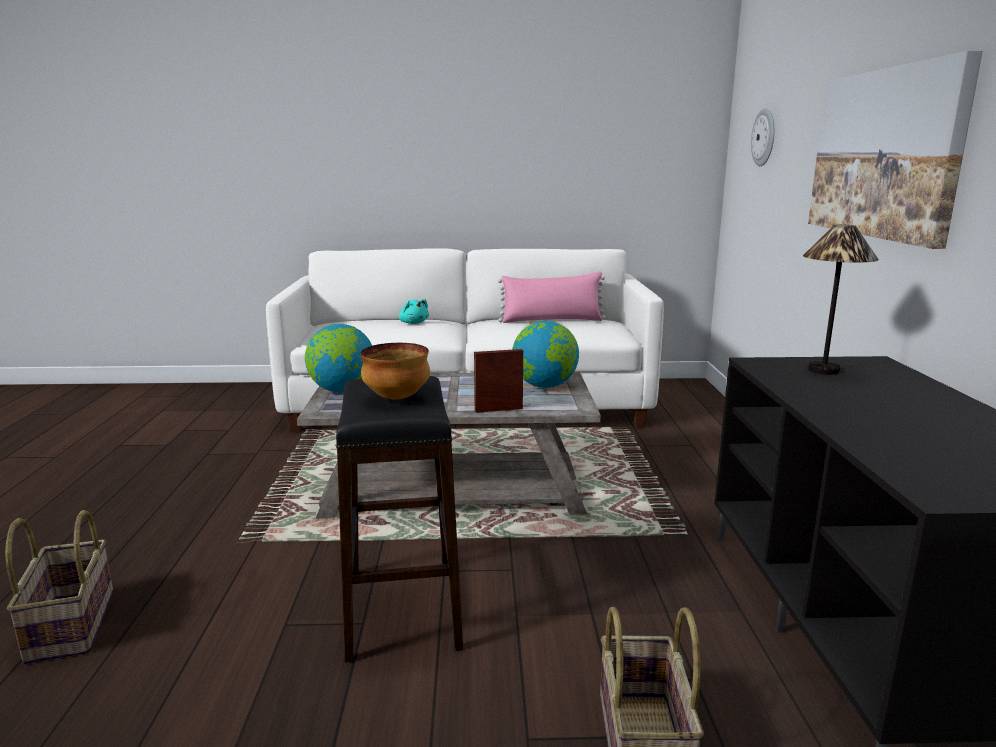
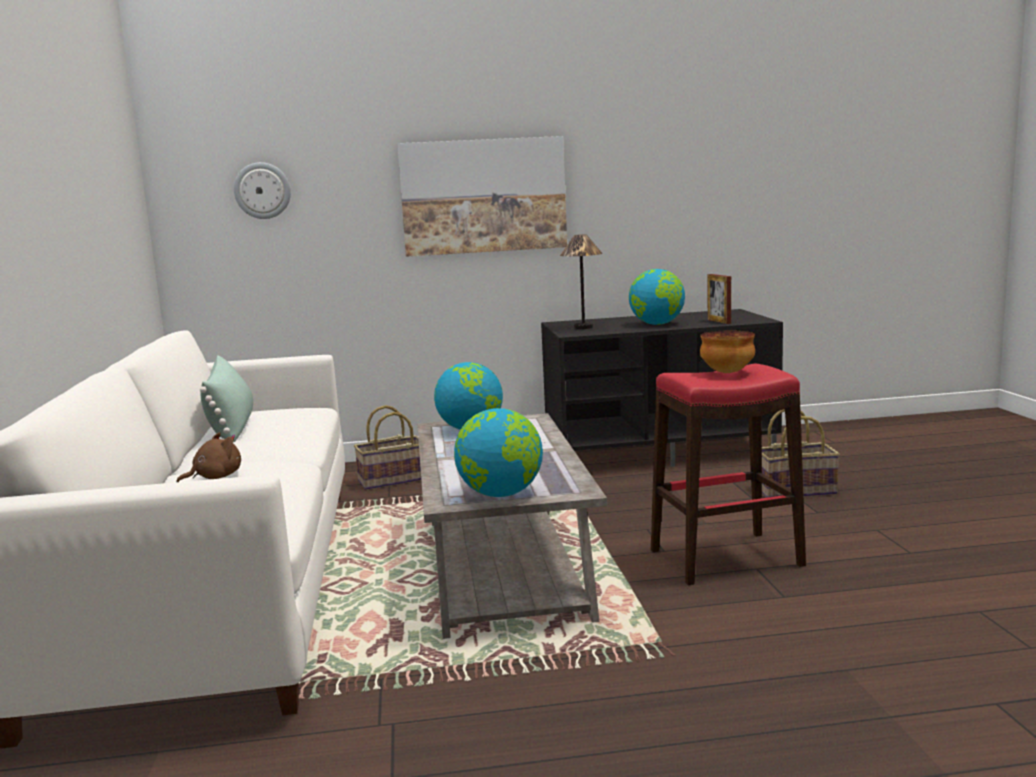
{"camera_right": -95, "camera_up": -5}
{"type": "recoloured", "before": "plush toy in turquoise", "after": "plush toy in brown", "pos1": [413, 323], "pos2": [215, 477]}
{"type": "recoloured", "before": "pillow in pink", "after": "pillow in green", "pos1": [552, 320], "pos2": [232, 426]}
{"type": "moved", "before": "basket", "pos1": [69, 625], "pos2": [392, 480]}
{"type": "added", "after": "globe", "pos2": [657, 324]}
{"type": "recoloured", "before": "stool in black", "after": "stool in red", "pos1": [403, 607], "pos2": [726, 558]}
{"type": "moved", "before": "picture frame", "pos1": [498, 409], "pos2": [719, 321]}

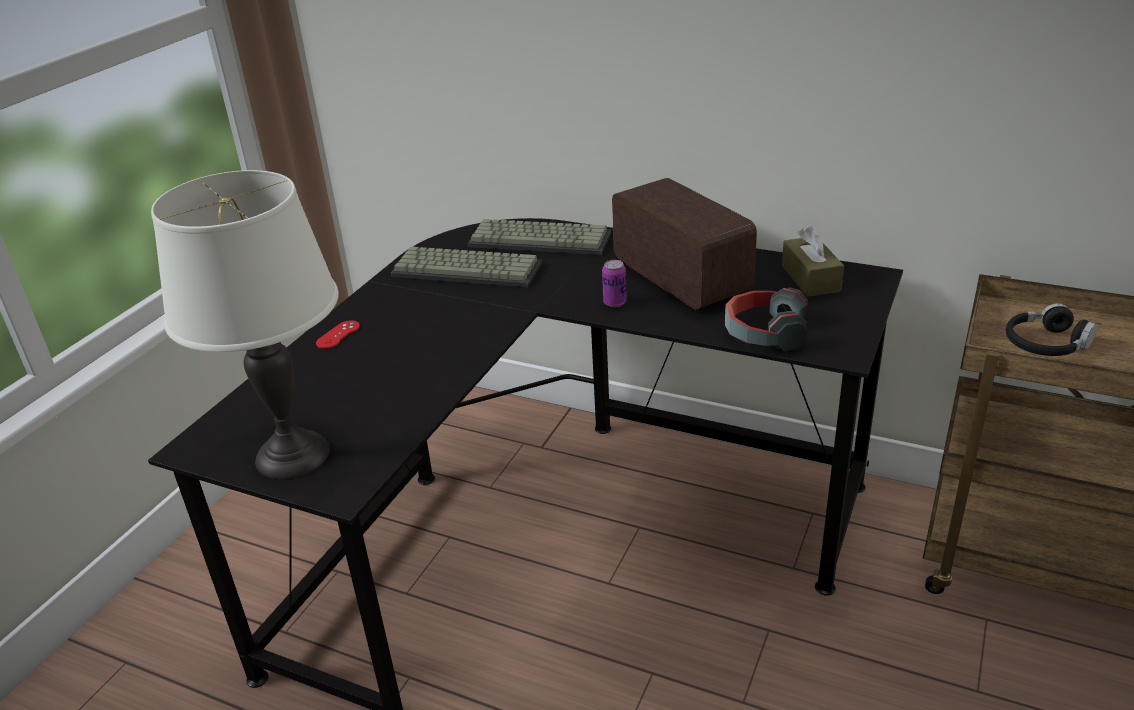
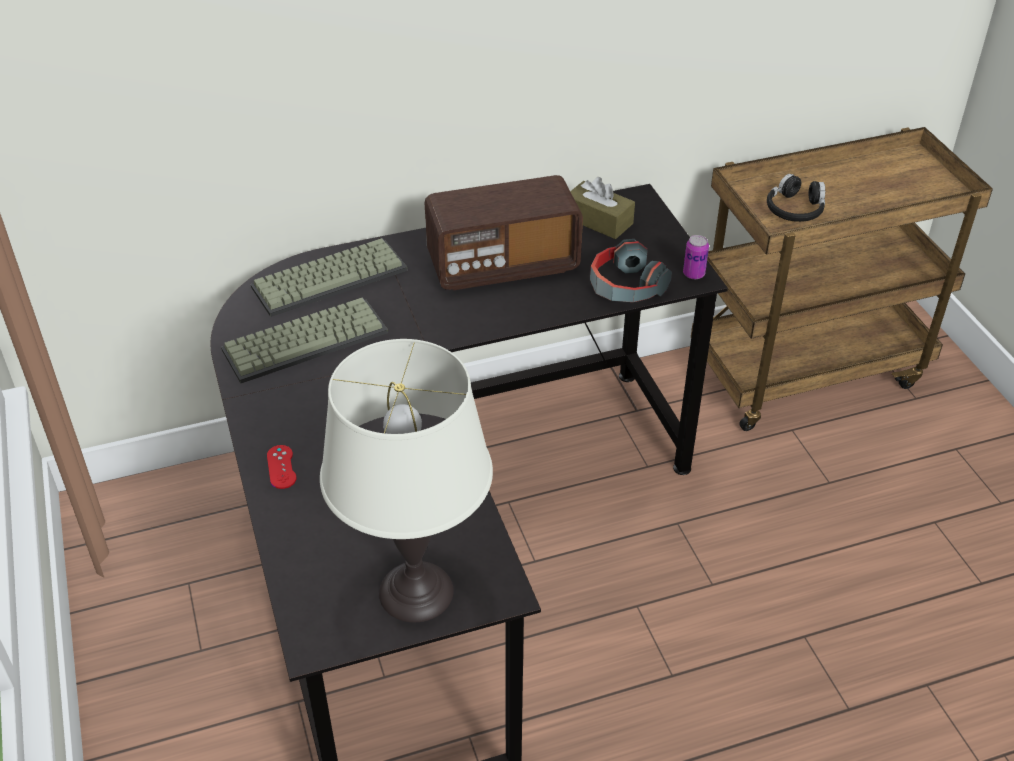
{"camera_right": -45, "camera_up": 10}
{"type": "turned", "before": "radio", "pos1": [680, 278], "pos2": [503, 265], "turn": 150}
{"type": "moved", "before": "can", "pos1": [615, 303], "pos2": [693, 274]}

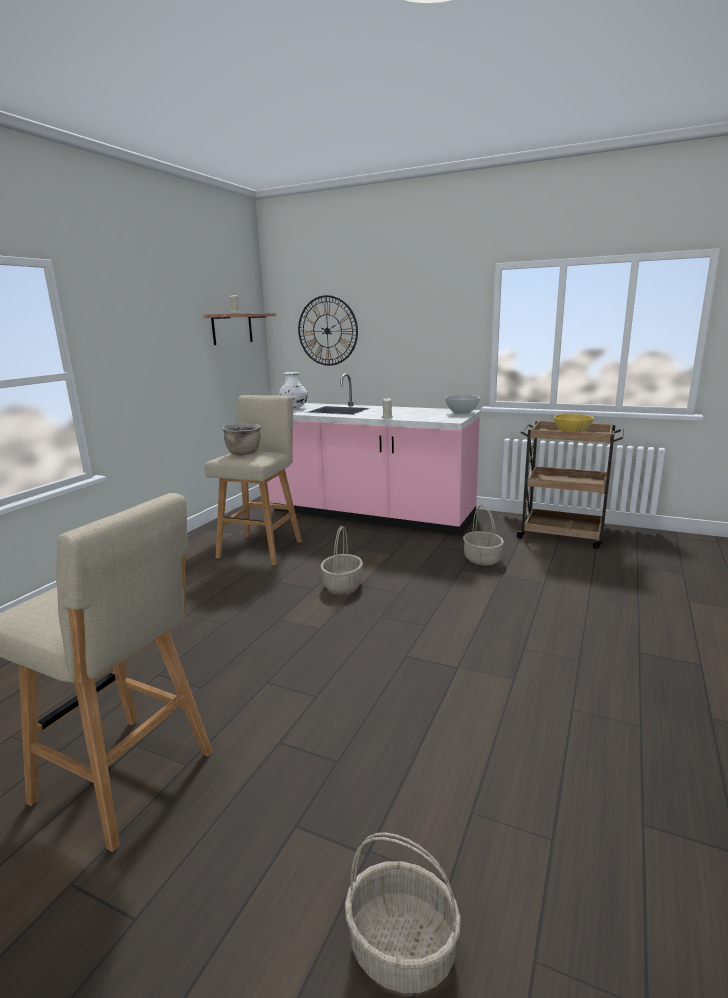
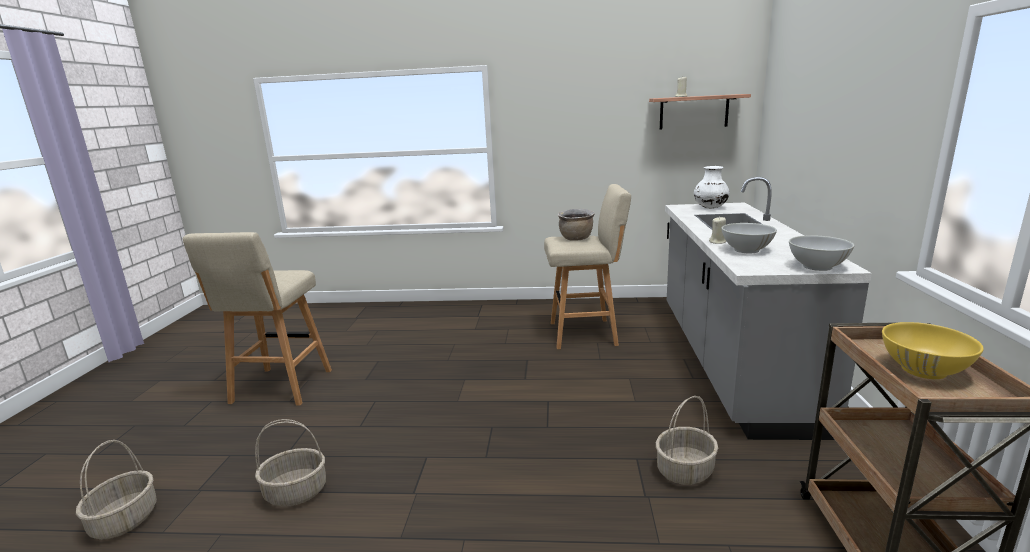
{"camera_right": 70, "camera_up": 0}
{"type": "moved", "before": "basket", "pos1": [342, 585], "pos2": [297, 491]}
{"type": "recoloured", "before": "counter in pink", "after": "counter in grey", "pos1": [369, 515], "pos2": [730, 361]}
{"type": "added", "after": "bowl in white", "pos2": [746, 250]}
{"type": "removed", "before": "wall clock", "pos1": [327, 331]}

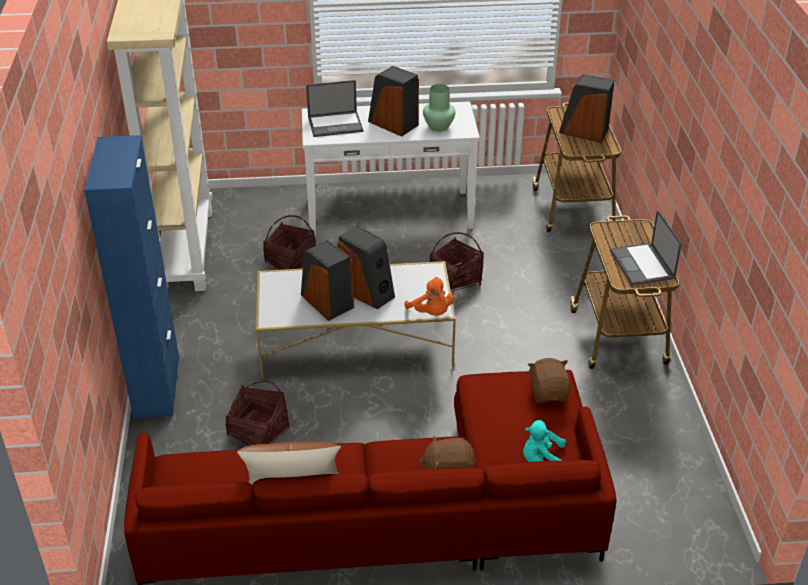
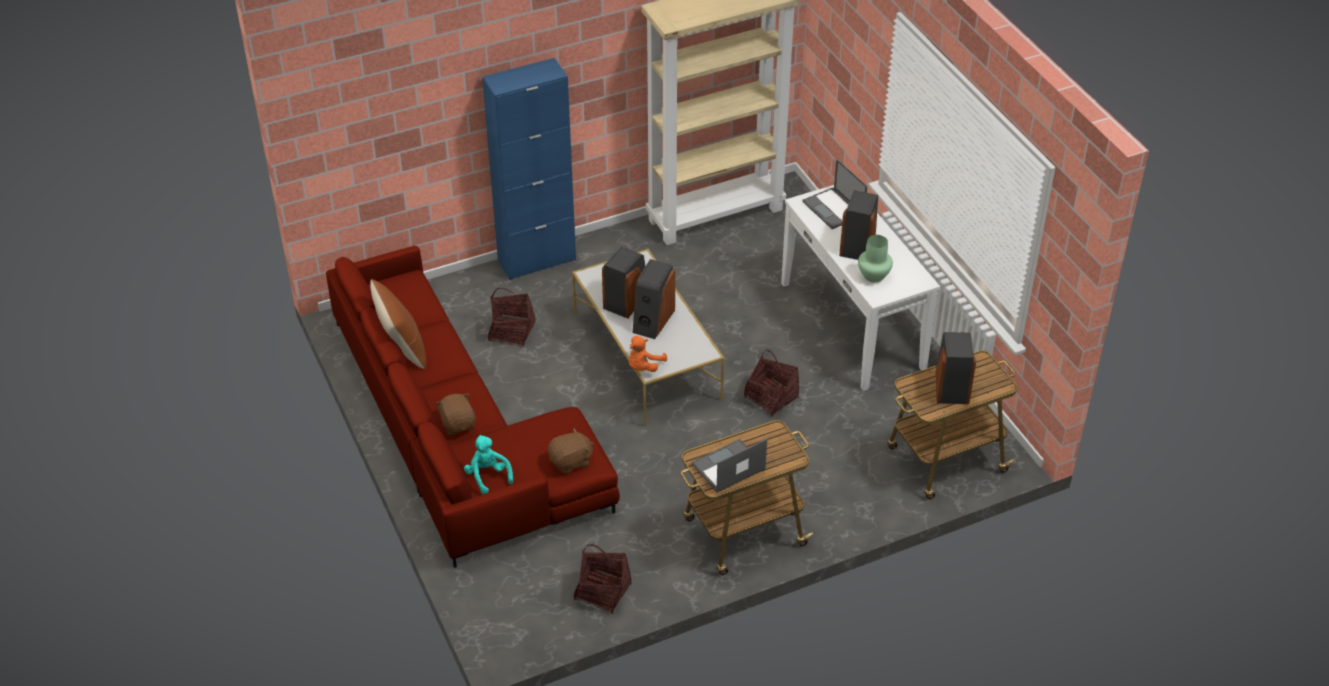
{"camera_right": 70, "camera_up": 5}
{"type": "moved", "before": "basket", "pos1": [291, 262], "pos2": [602, 592]}

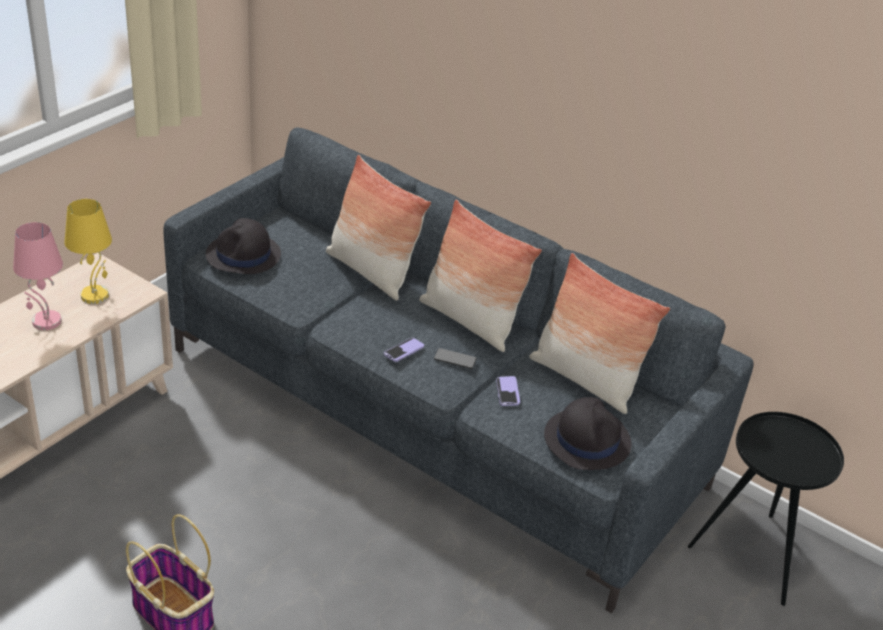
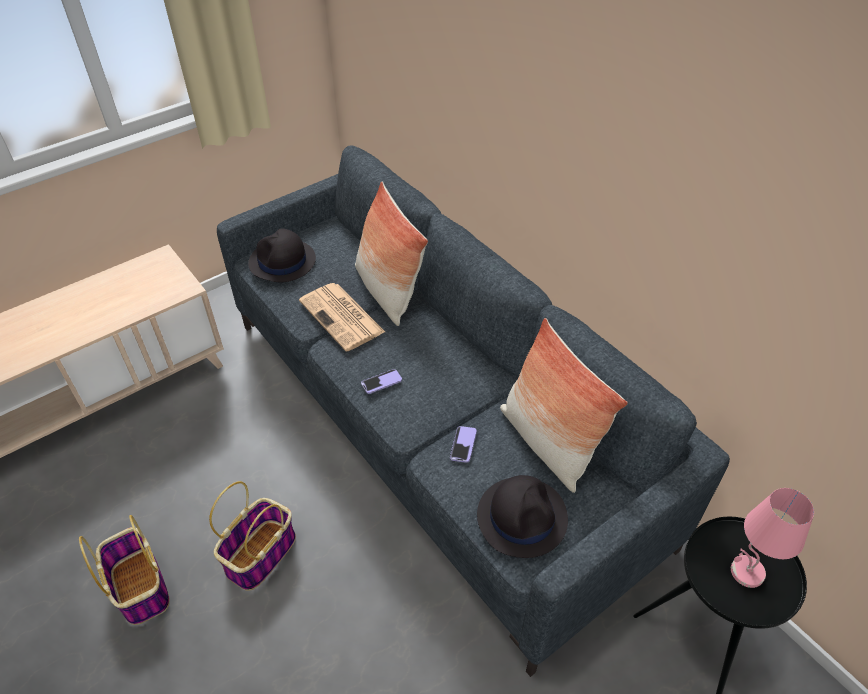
{"camera_right": 20, "camera_up": 10}
{"type": "added", "after": "basket", "pos2": [261, 553]}
{"type": "added", "after": "newspaper", "pos2": [343, 317]}
{"type": "moved", "before": "table lamp in pink", "pos1": [46, 322], "pos2": [746, 572]}
{"type": "removed", "before": "table lamp in yellow", "pos1": [95, 295]}
{"type": "removed", "before": "pillow", "pos1": [470, 321]}
{"type": "removed", "before": "phone", "pos1": [455, 359]}

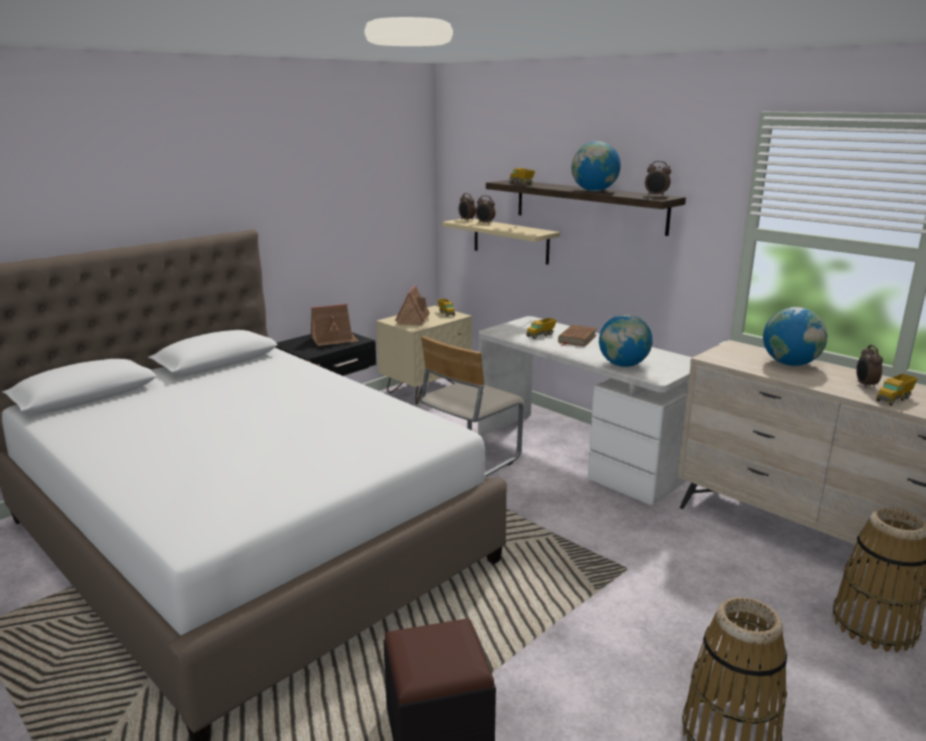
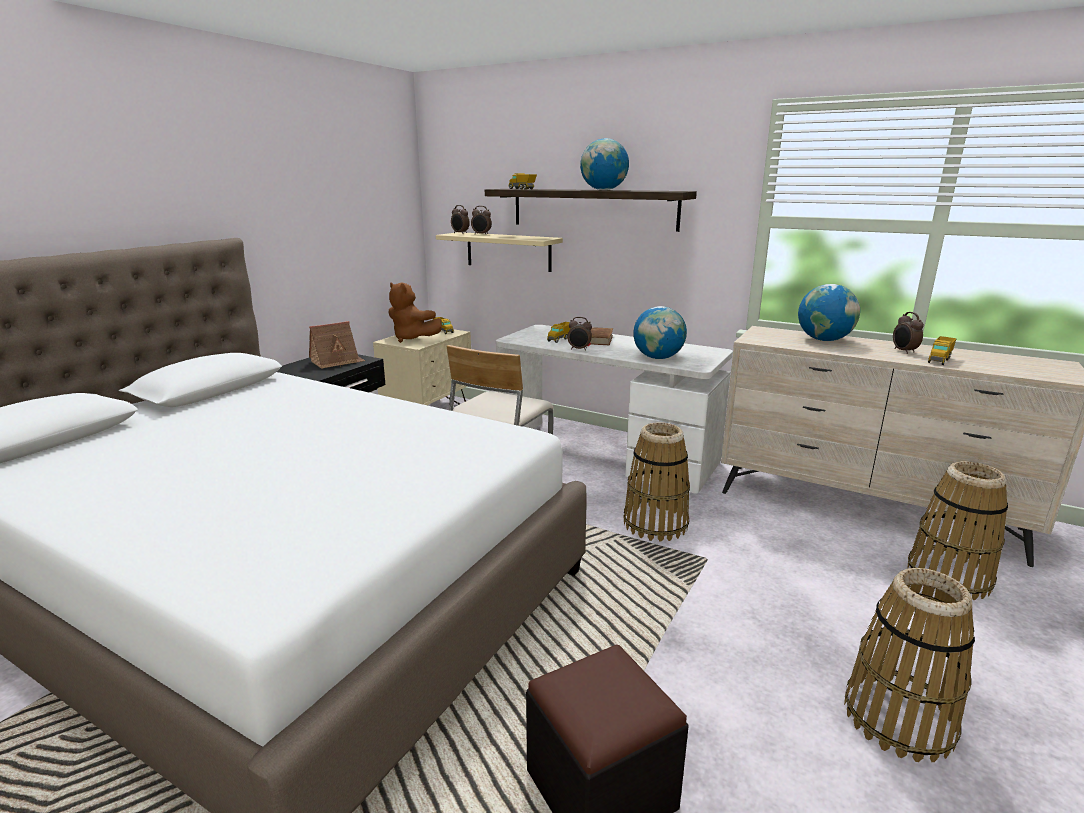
{"camera_right": -15, "camera_up": 0}
{"type": "replaced", "before": "toy house", "after": "plush toy in brown", "pos1": [413, 320], "pos2": [412, 339]}
{"type": "moved", "before": "alarm clock", "pos1": [656, 195], "pos2": [579, 349]}
{"type": "added", "after": "basket", "pos2": [655, 524]}

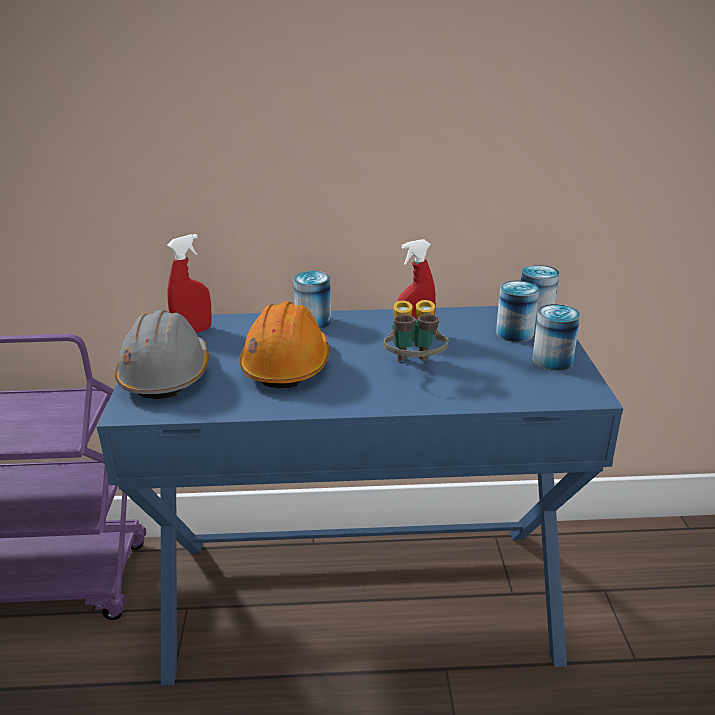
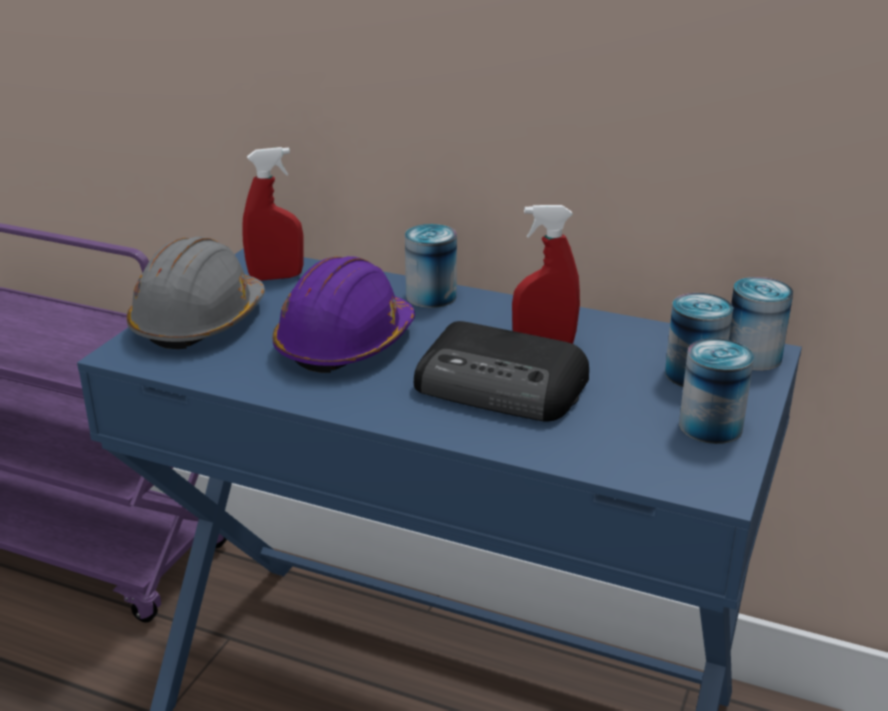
{"camera_right": 25, "camera_up": 0}
{"type": "recoloured", "before": "hard hat in orange", "after": "hard hat in purple", "pos1": [287, 365], "pos2": [345, 344]}
{"type": "replaced", "before": "binoculars", "after": "radio", "pos1": [414, 368], "pos2": [502, 387]}

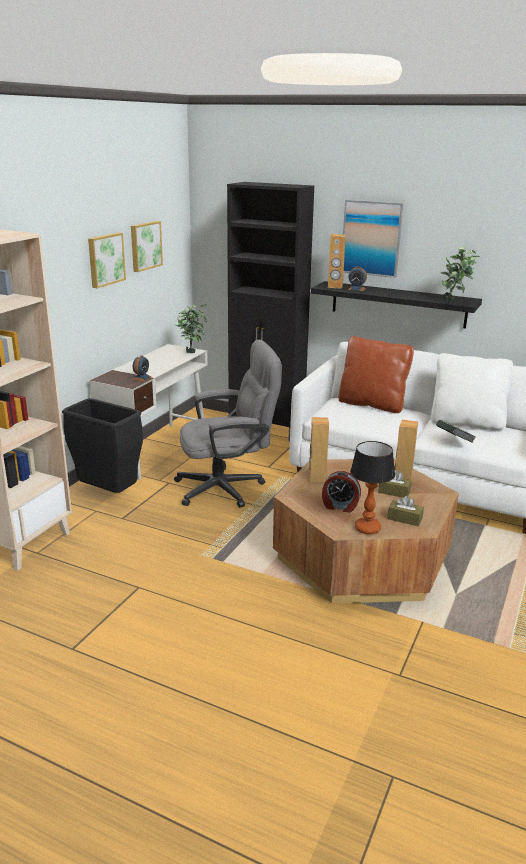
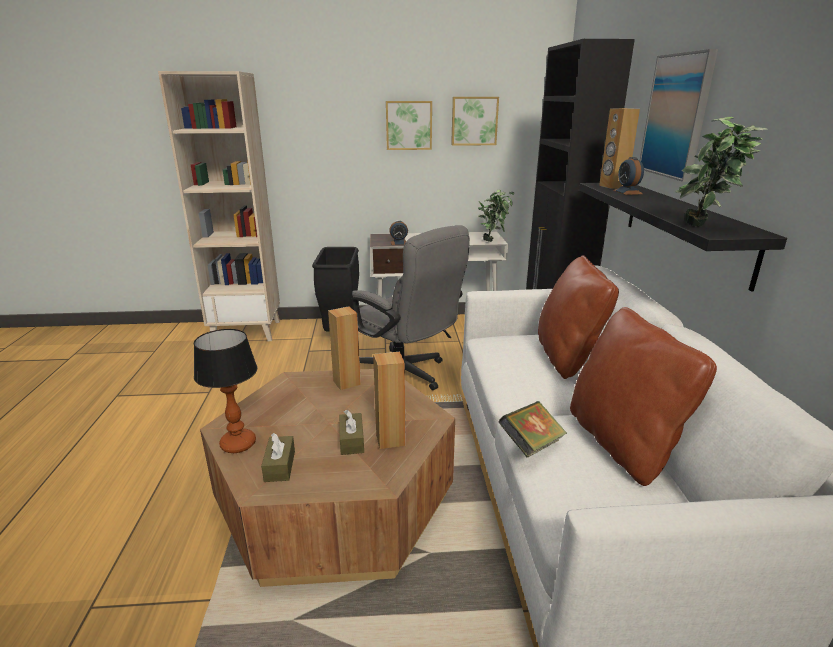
{"camera_right": 60, "camera_up": 0}
{"type": "recoloured", "before": "pillow in white", "after": "pillow in brown", "pos1": [466, 424], "pos2": [622, 443]}
{"type": "removed", "before": "alarm clock", "pos1": [340, 506]}

